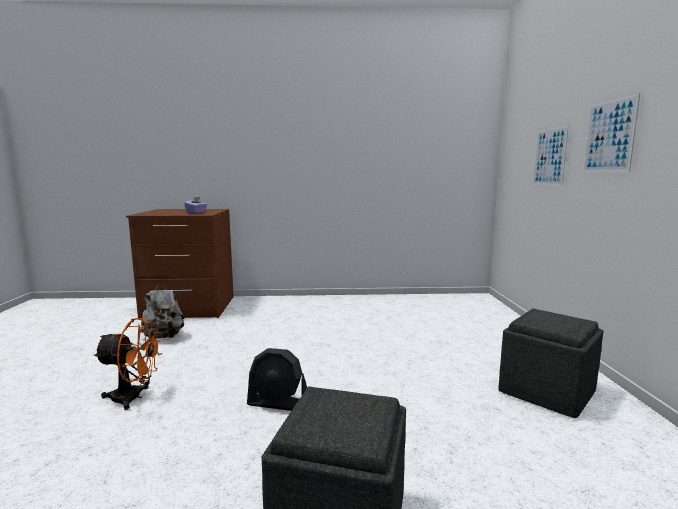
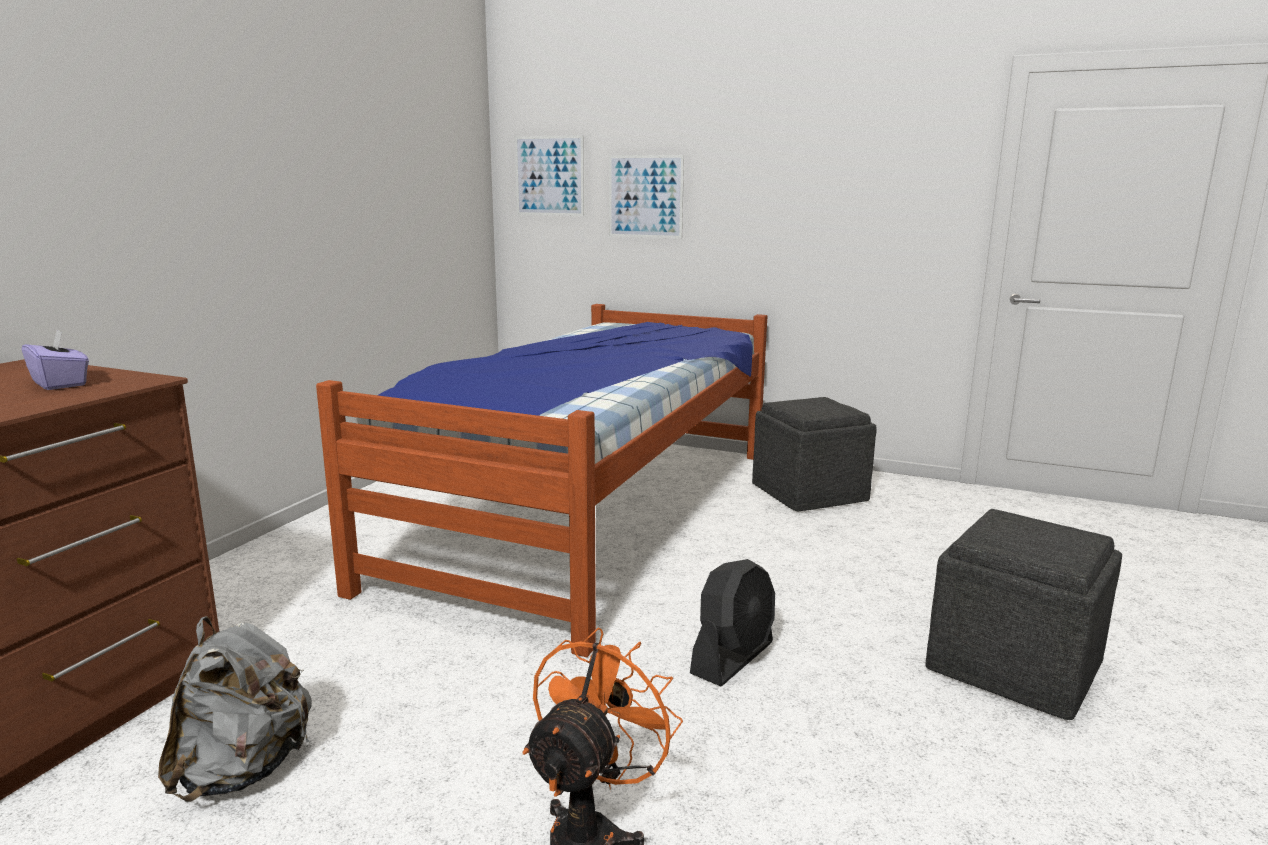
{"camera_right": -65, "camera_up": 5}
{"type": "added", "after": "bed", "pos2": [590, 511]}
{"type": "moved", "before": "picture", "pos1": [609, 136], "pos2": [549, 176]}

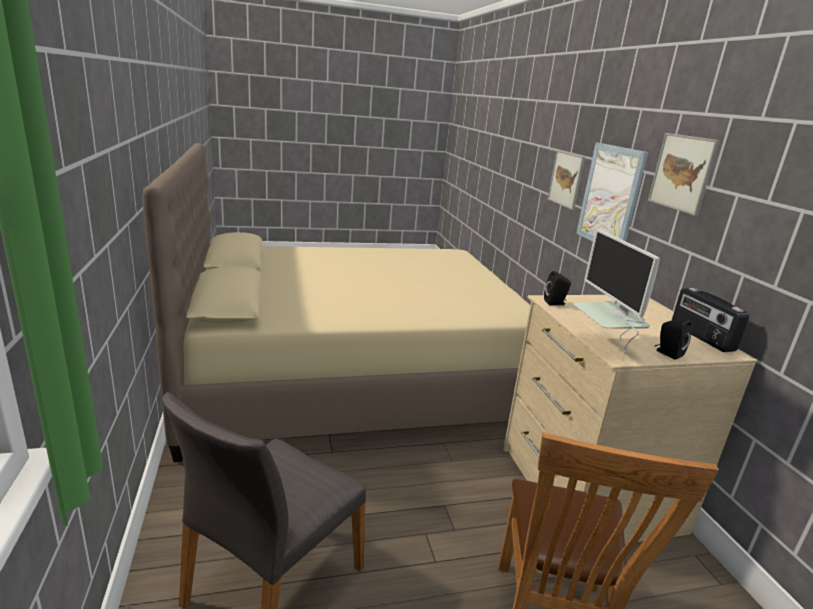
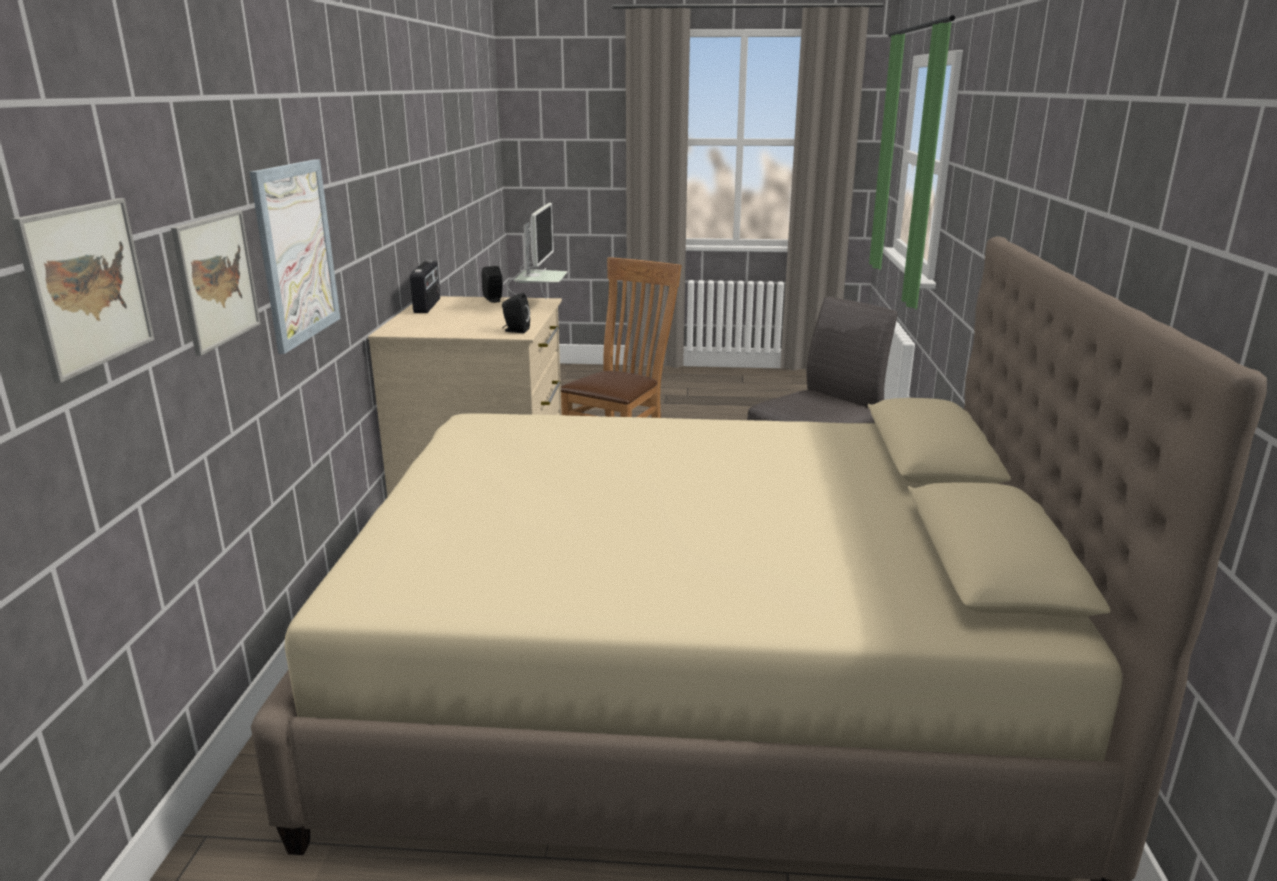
{"camera_right": -160, "camera_up": 0}
{"type": "moved", "before": "picture", "pos1": [682, 173], "pos2": [87, 286]}

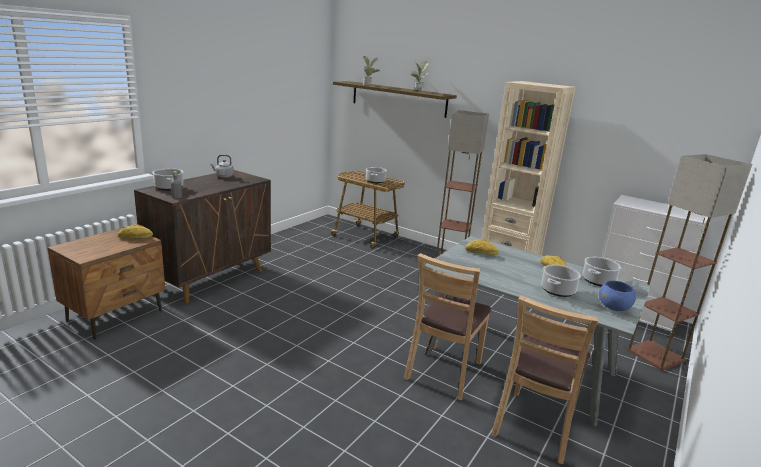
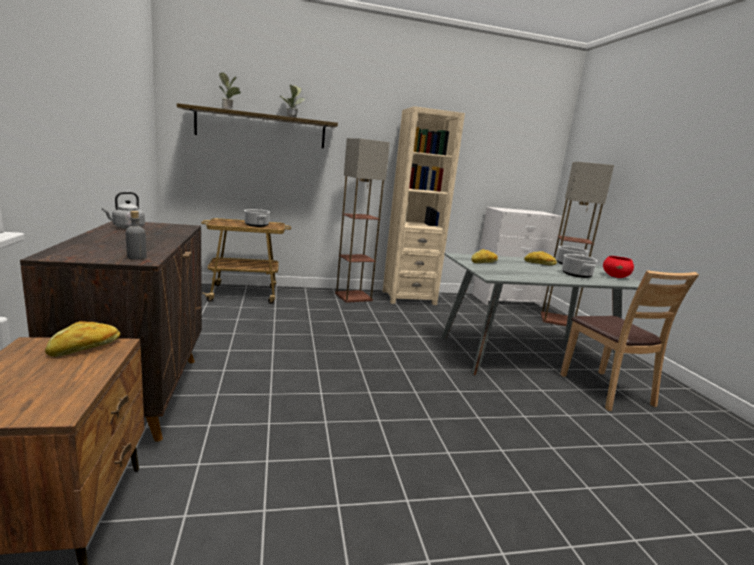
{"camera_right": -45, "camera_up": -5}
{"type": "recoloured", "before": "bowl in blue", "after": "bowl in red", "pos1": [614, 308], "pos2": [615, 277]}
{"type": "removed", "before": "cooking pot", "pos1": [169, 188]}
{"type": "removed", "before": "chair in brown", "pos1": [444, 371]}

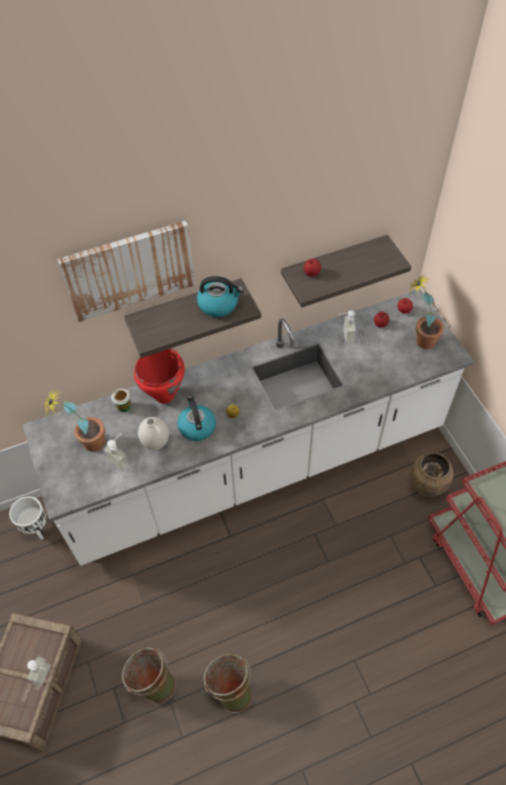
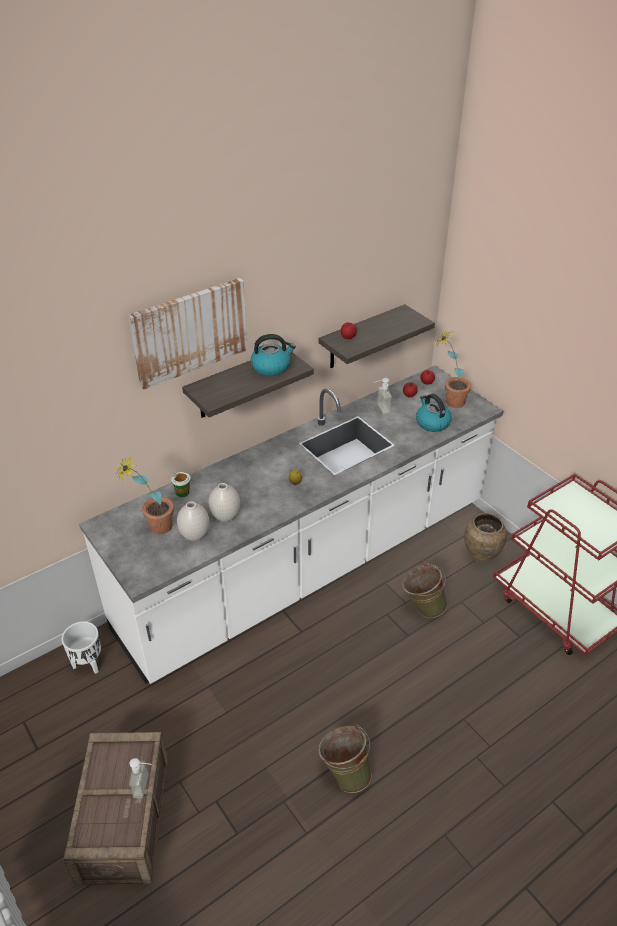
{"camera_right": -15, "camera_up": -15}
{"type": "replaced", "before": "soap dispenser", "after": "vase in white", "pos1": [121, 459], "pos2": [194, 536]}
{"type": "moved", "before": "bucket in green", "pos1": [153, 682], "pos2": [422, 607]}
{"type": "moved", "before": "kettle", "pos1": [197, 426], "pos2": [432, 423]}
{"type": "removed", "before": "cooking pot in red", "pos1": [165, 395]}

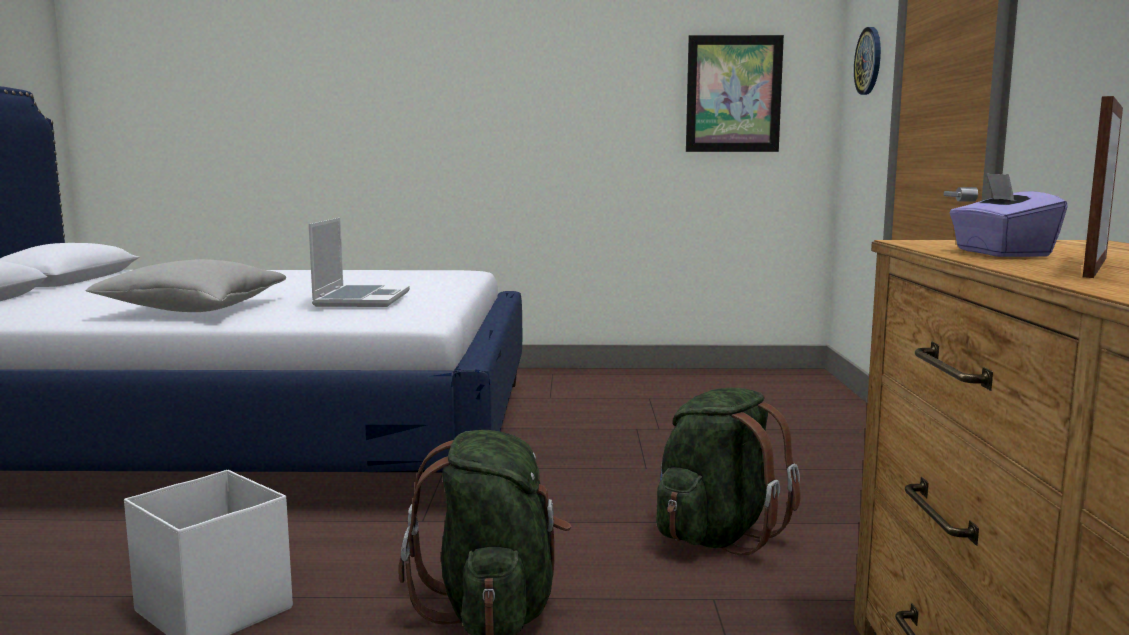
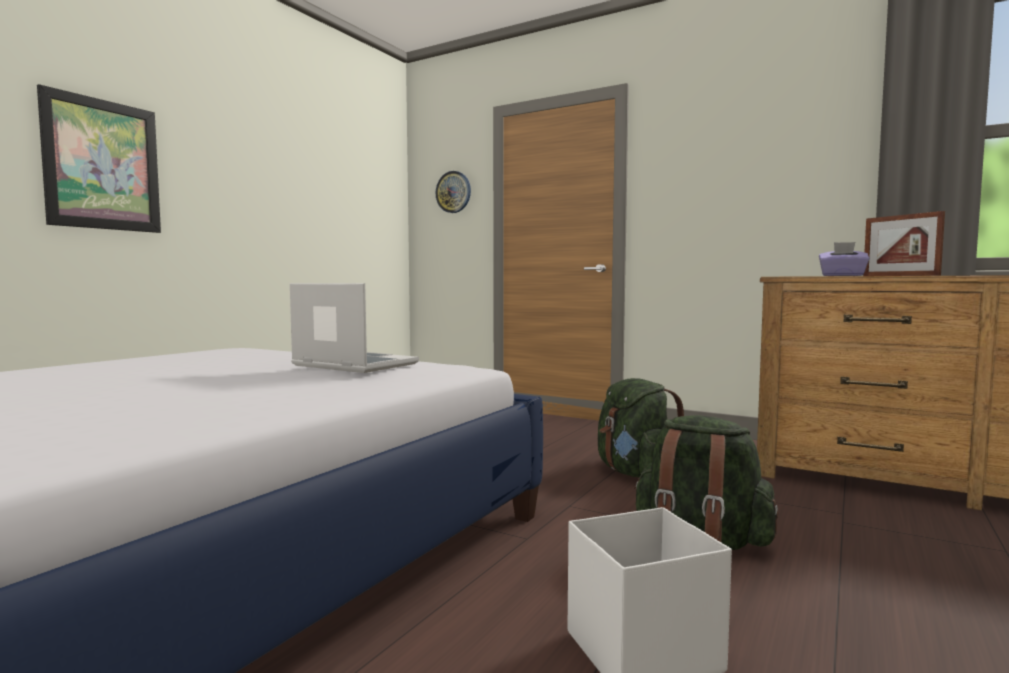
{"camera_right": -60, "camera_up": -5}
{"type": "moved", "before": "picture", "pos1": [733, 94], "pos2": [103, 165]}
{"type": "removed", "before": "pillow in grey", "pos1": [194, 310]}

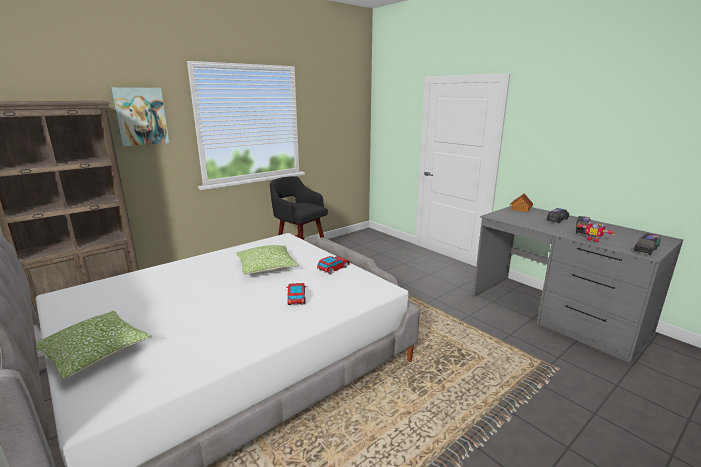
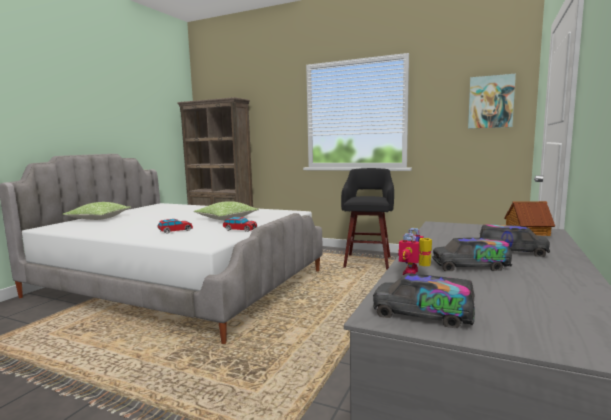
{"camera_right": 65, "camera_up": -10}
{"type": "moved", "before": "picture", "pos1": [141, 116], "pos2": [491, 102]}

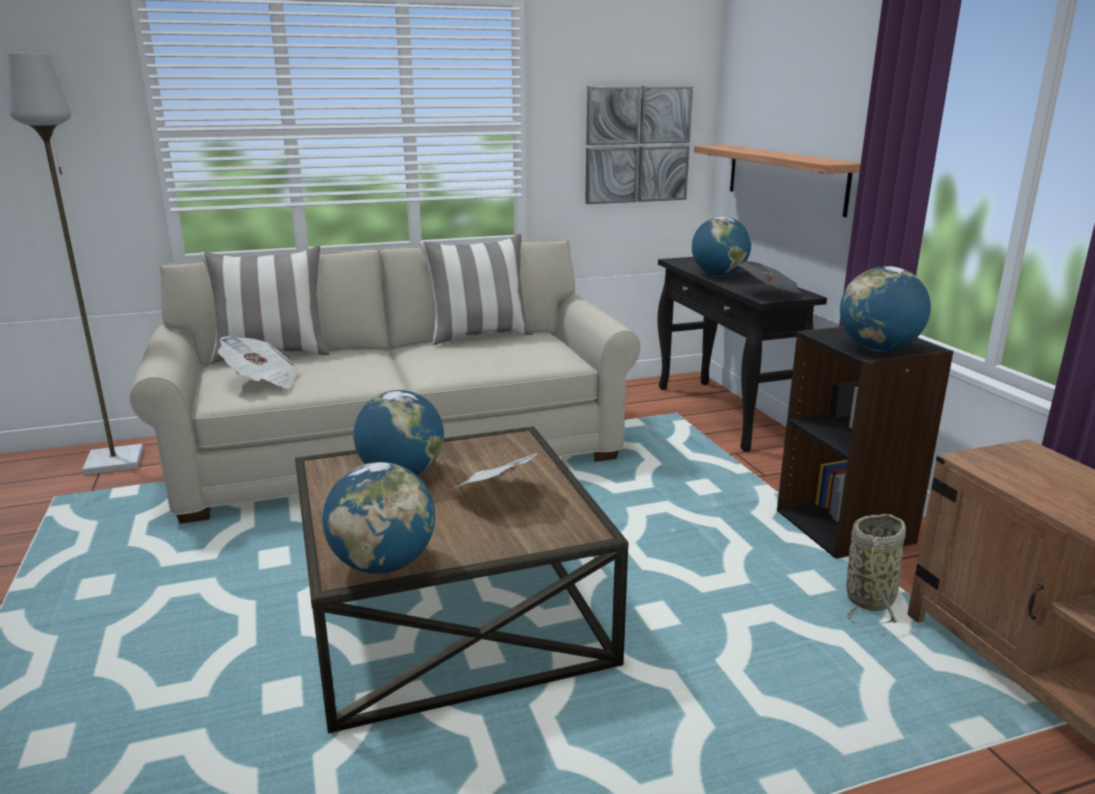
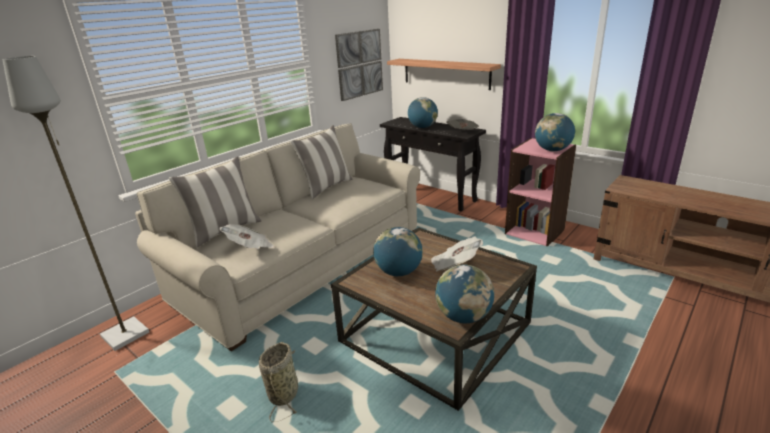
{"camera_right": -30, "camera_up": 5}
{"type": "moved", "before": "basket", "pos1": [871, 597], "pos2": [284, 392]}
{"type": "recoloured", "before": "bookcase in black", "after": "bookcase in pink", "pos1": [846, 527], "pos2": [535, 232]}

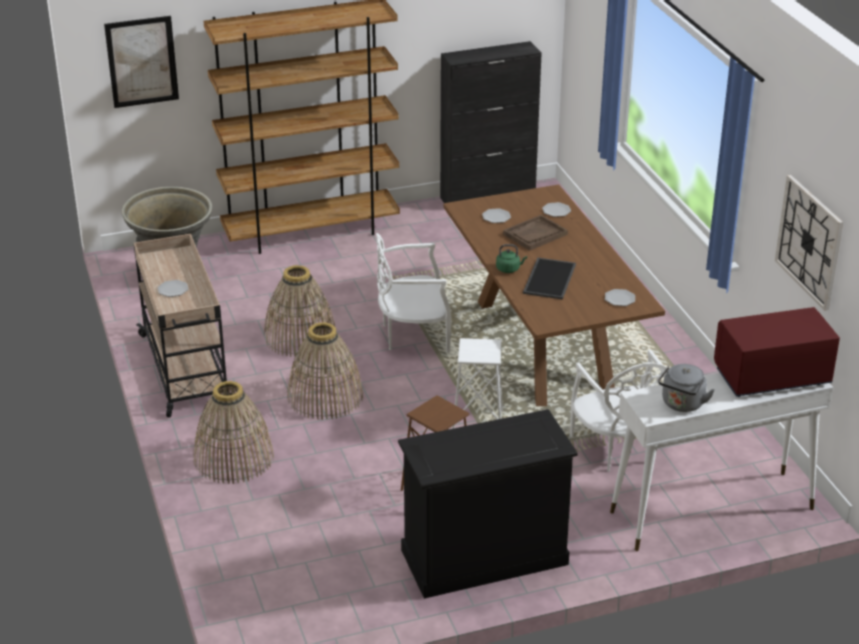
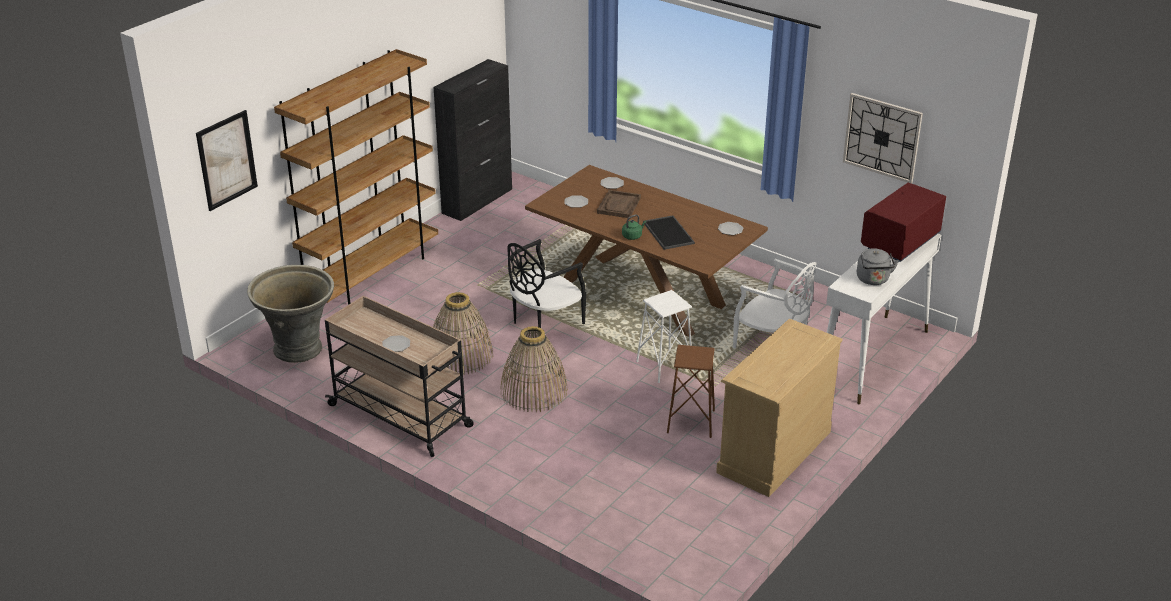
{"camera_right": -35, "camera_up": 0}
{"type": "recoloured", "before": "chair in white", "after": "chair in black", "pos1": [413, 335], "pos2": [544, 321]}
{"type": "recoloured", "before": "dresser in black", "after": "dresser in beige", "pos1": [484, 557], "pos2": [773, 452]}
{"type": "removed", "before": "basket", "pos1": [234, 458]}

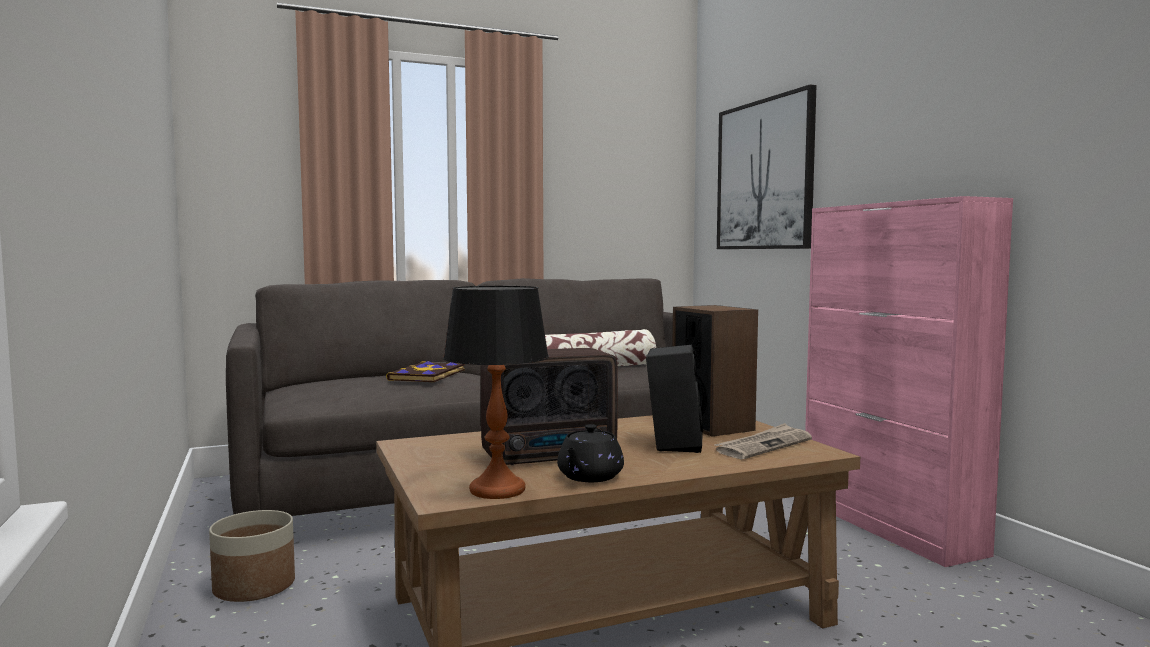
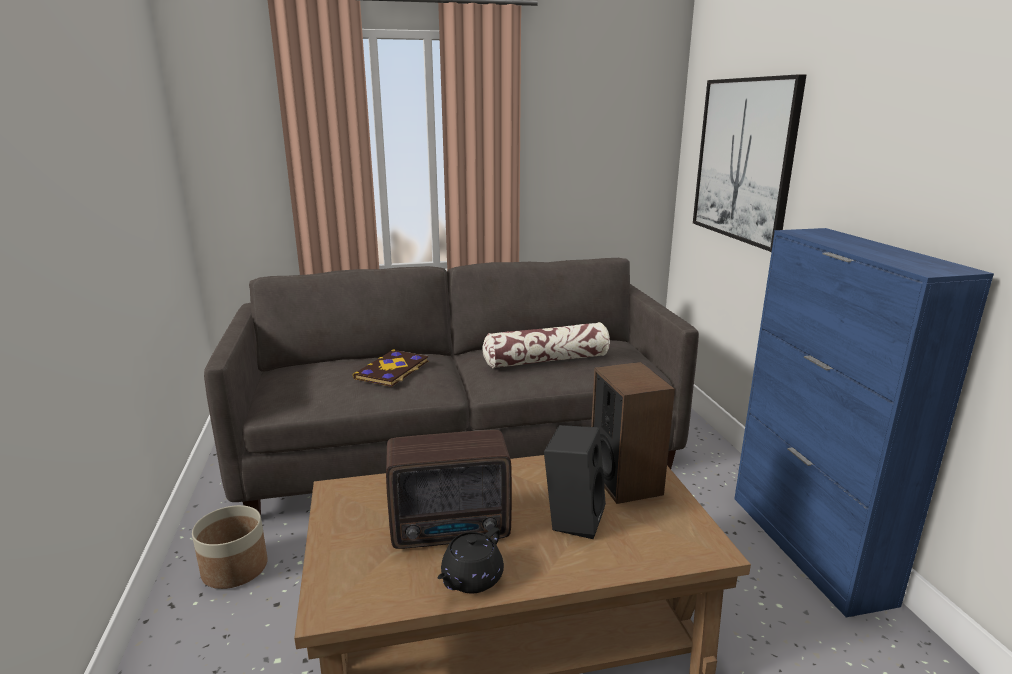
{"camera_right": 10, "camera_up": 15}
{"type": "recoloured", "before": "cabinet in pink", "after": "cabinet in blue", "pos1": [889, 526], "pos2": [808, 547]}
{"type": "removed", "before": "table lamp", "pos1": [498, 490]}
{"type": "removed", "before": "newspaper", "pos1": [763, 445]}

